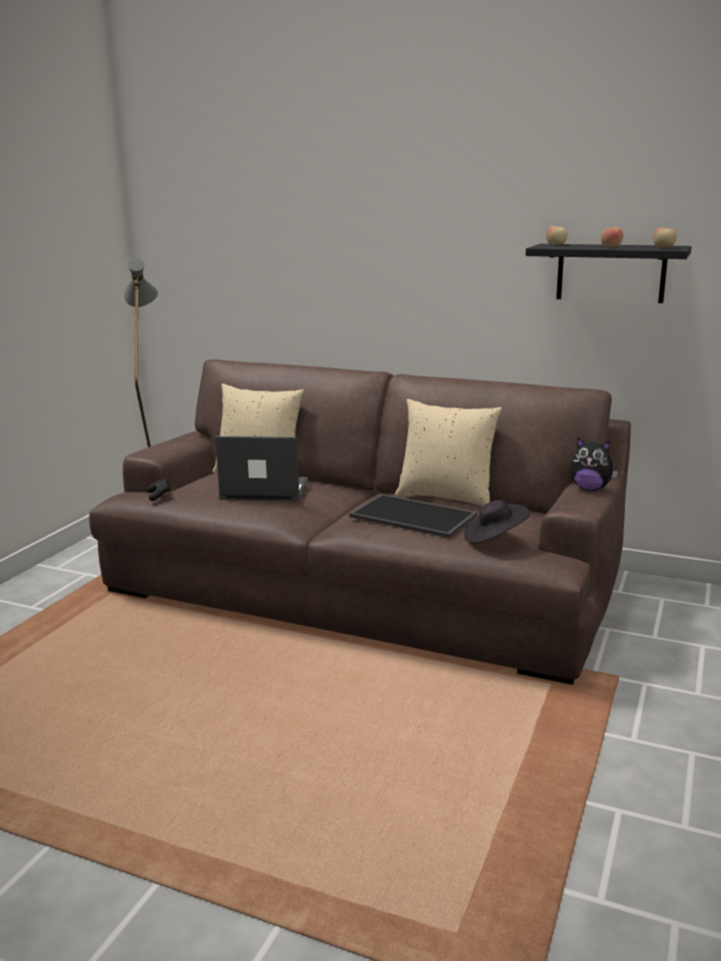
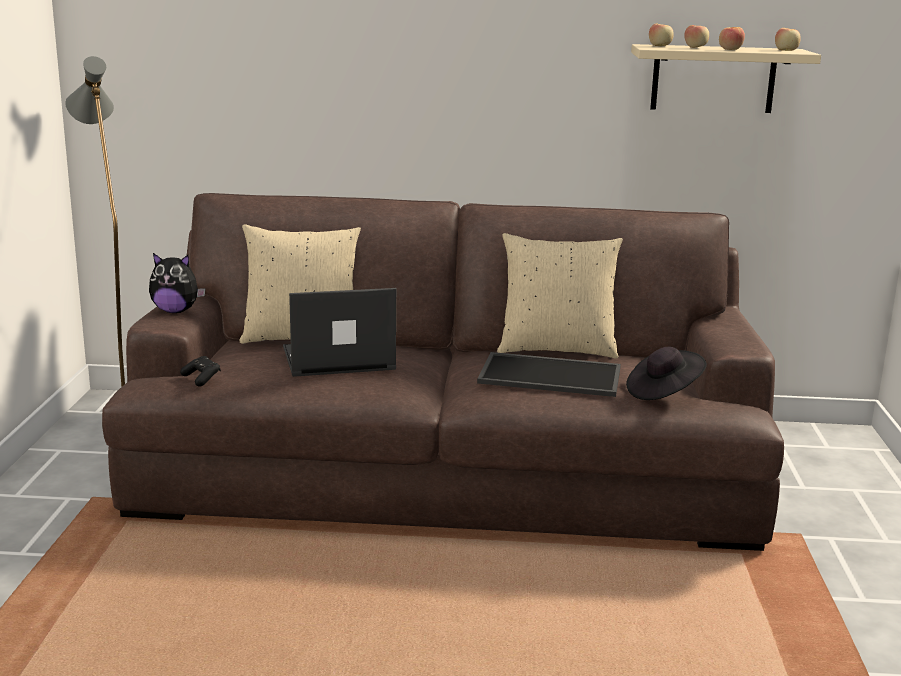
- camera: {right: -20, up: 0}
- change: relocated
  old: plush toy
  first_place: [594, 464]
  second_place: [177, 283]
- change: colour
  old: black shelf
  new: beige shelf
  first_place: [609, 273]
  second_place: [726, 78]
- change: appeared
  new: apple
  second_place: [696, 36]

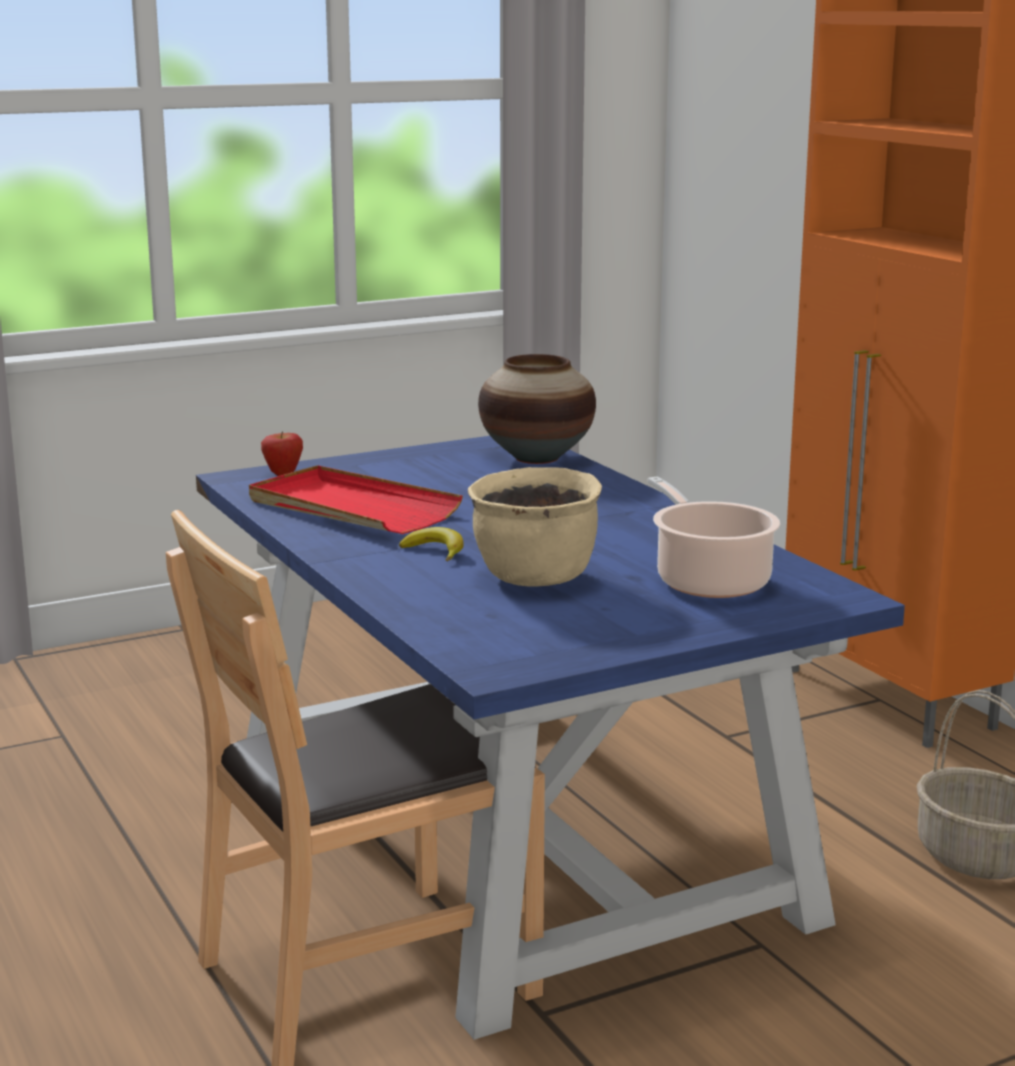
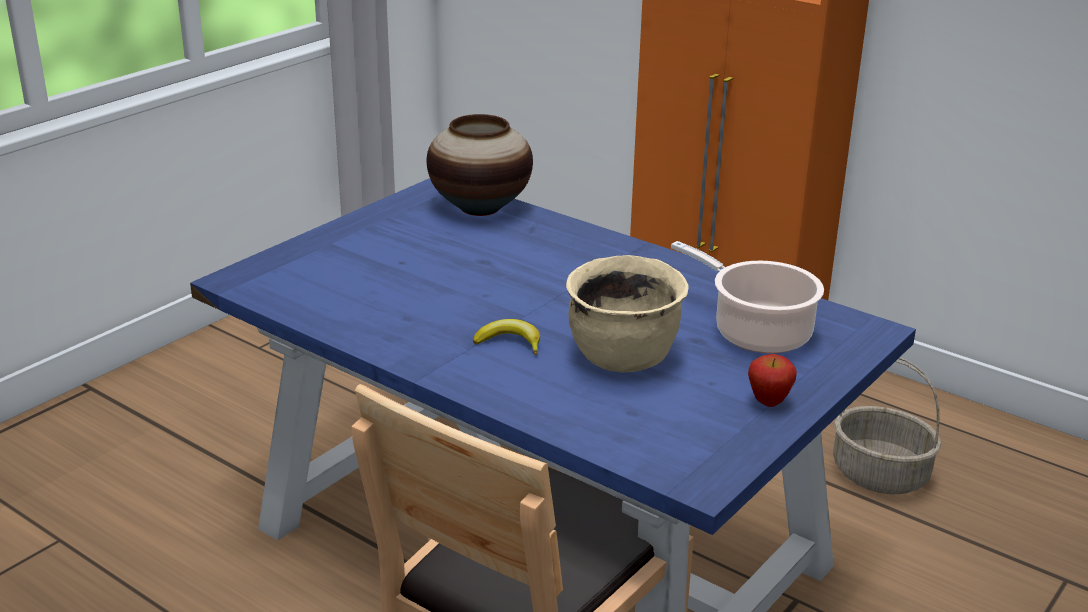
- camera: {right: -25, up: 10}
- change: relocated
  old: apple
  first_place: [282, 454]
  second_place: [772, 380]
- change: missing
  old: red tray
  first_place: [356, 499]

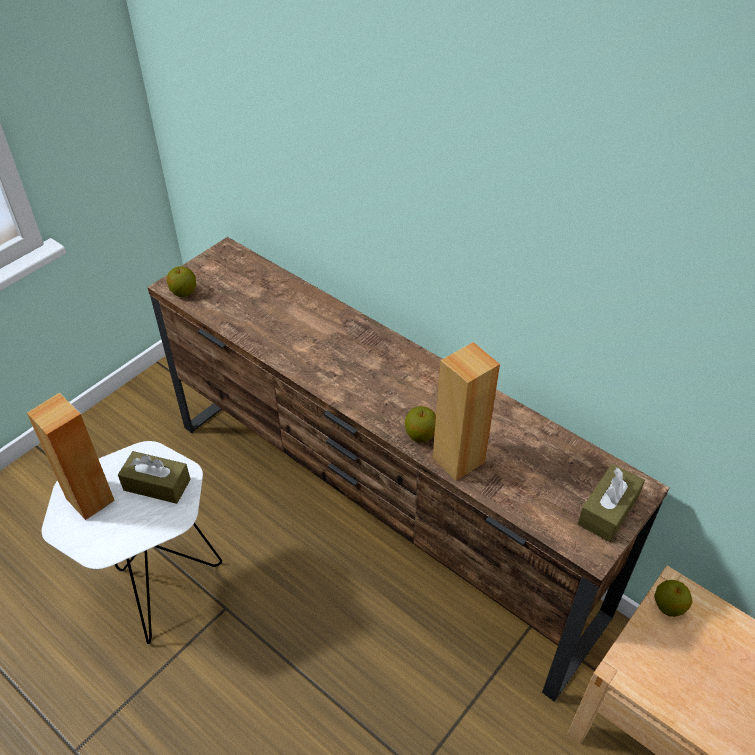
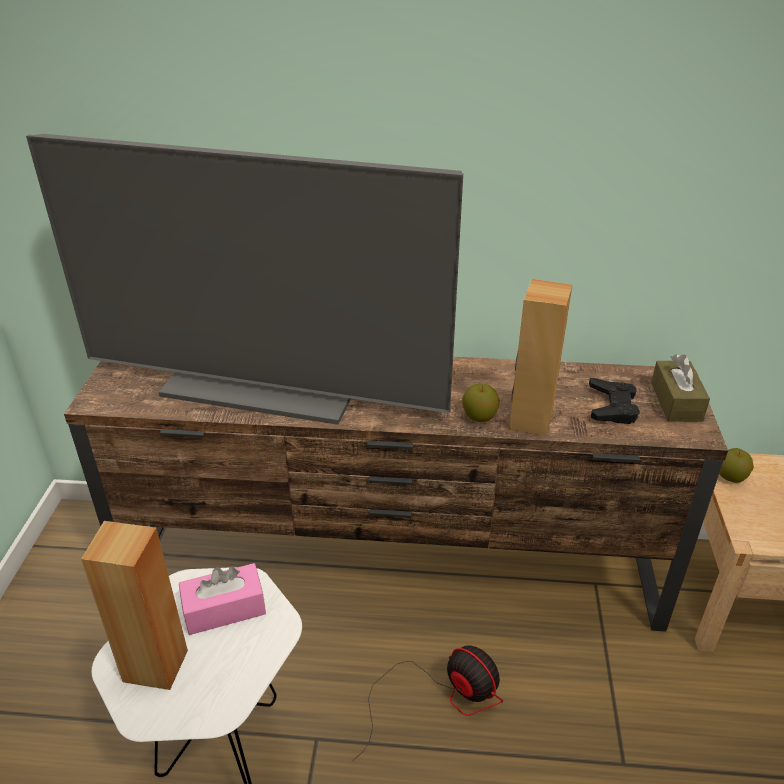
- camera: {right: -35, up: -10}
- change: appeared
  new: television
  second_place: [244, 279]
- change: colour
  old: brown tissue box
  new: pink tissue box
  first_place: [154, 477]
  second_place: [222, 599]
- change: appeared
  new: fan
  second_place: [427, 703]
- change: appeared
  new: black game controller
  second_place: [614, 401]
- change: missing
  old: apple
  first_place: [181, 281]

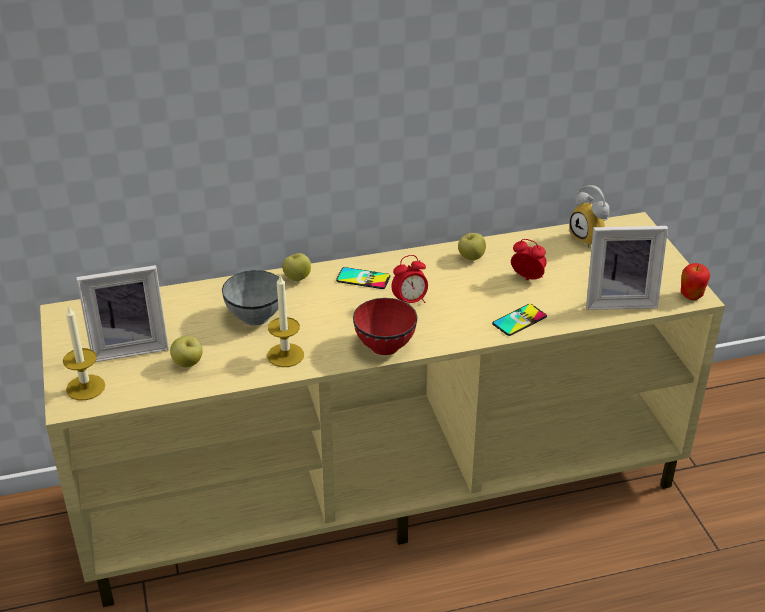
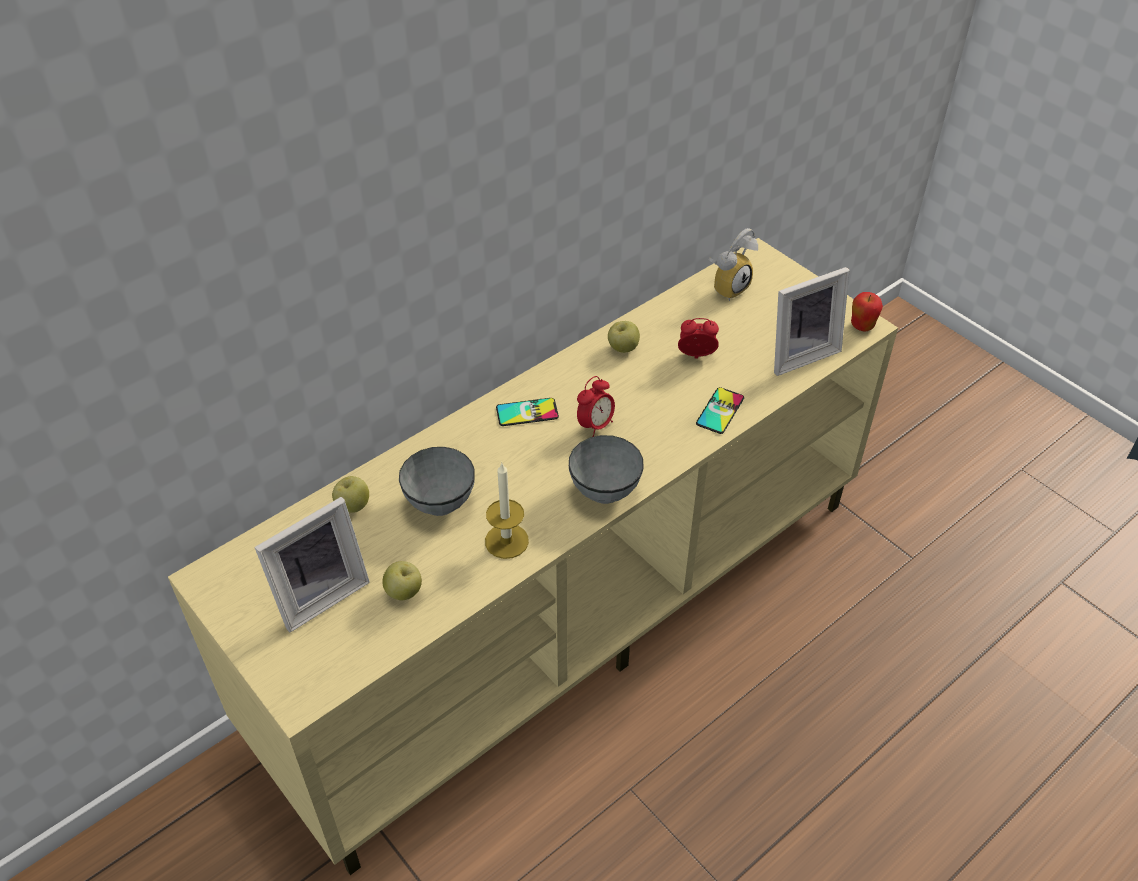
- camera: {right: -25, up: 10}
- change: relocated
  old: apple
  first_place: [296, 267]
  second_place: [350, 494]
- change: colour
  old: red bowl
  new: grey bowl
  first_place: [385, 326]
  second_place: [606, 469]
- change: spun
  old: alarm clock
  first_place: [589, 216]
  second_place: [733, 264]
  degrees: -75
- change: missing
  old: candle
  first_place: [84, 352]

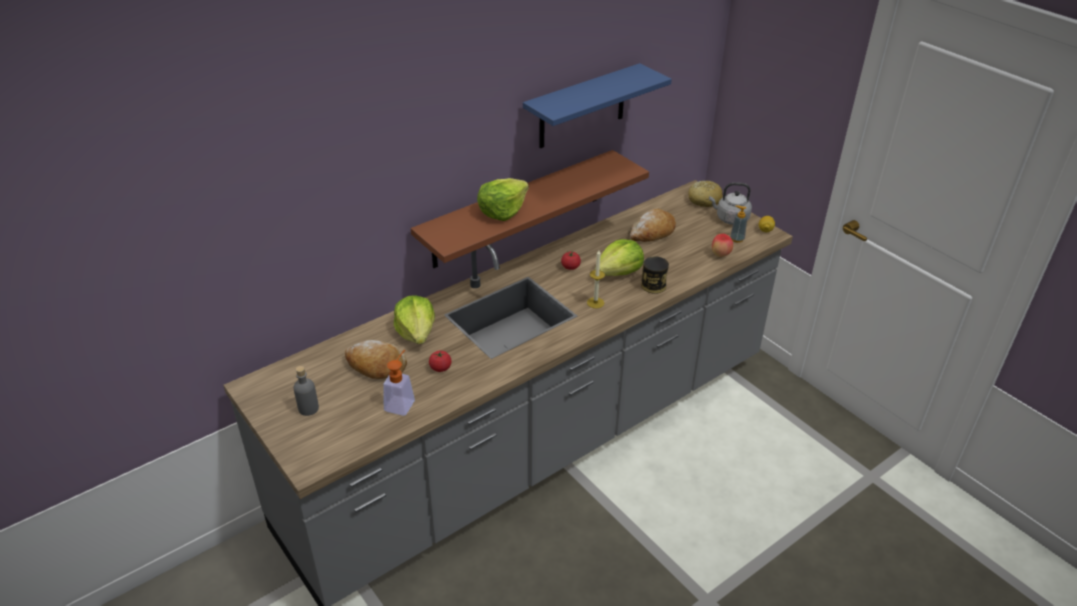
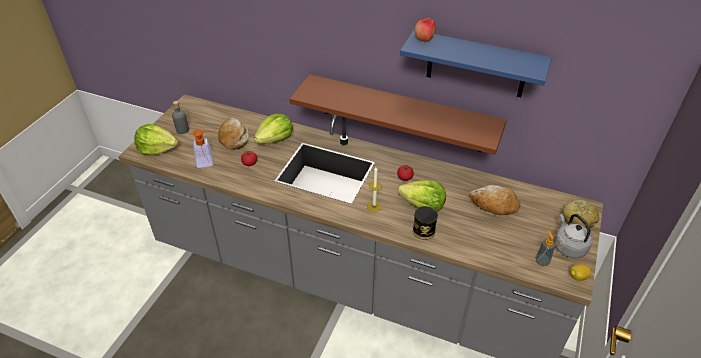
- camera: {right: 60, up: 5}
- change: relocated
  old: lettuce
  first_place: [503, 199]
  second_place: [156, 139]
- change: relocated
  old: apple
  first_place: [722, 245]
  second_place: [425, 30]

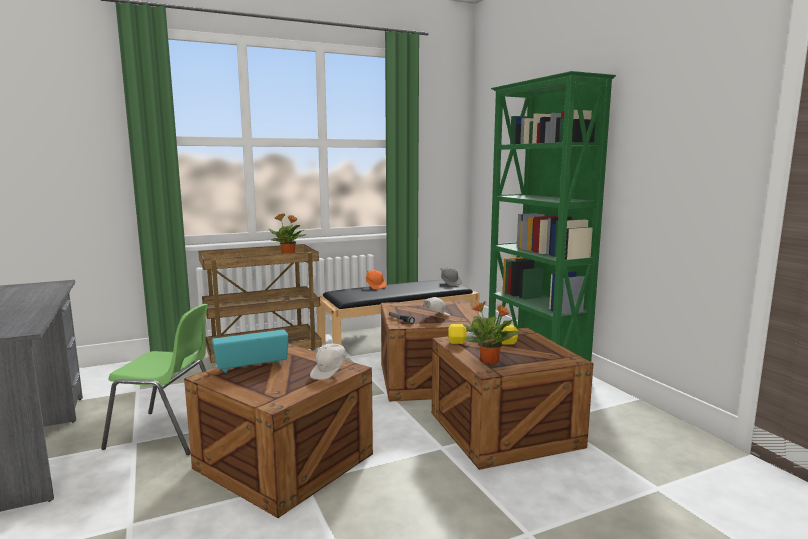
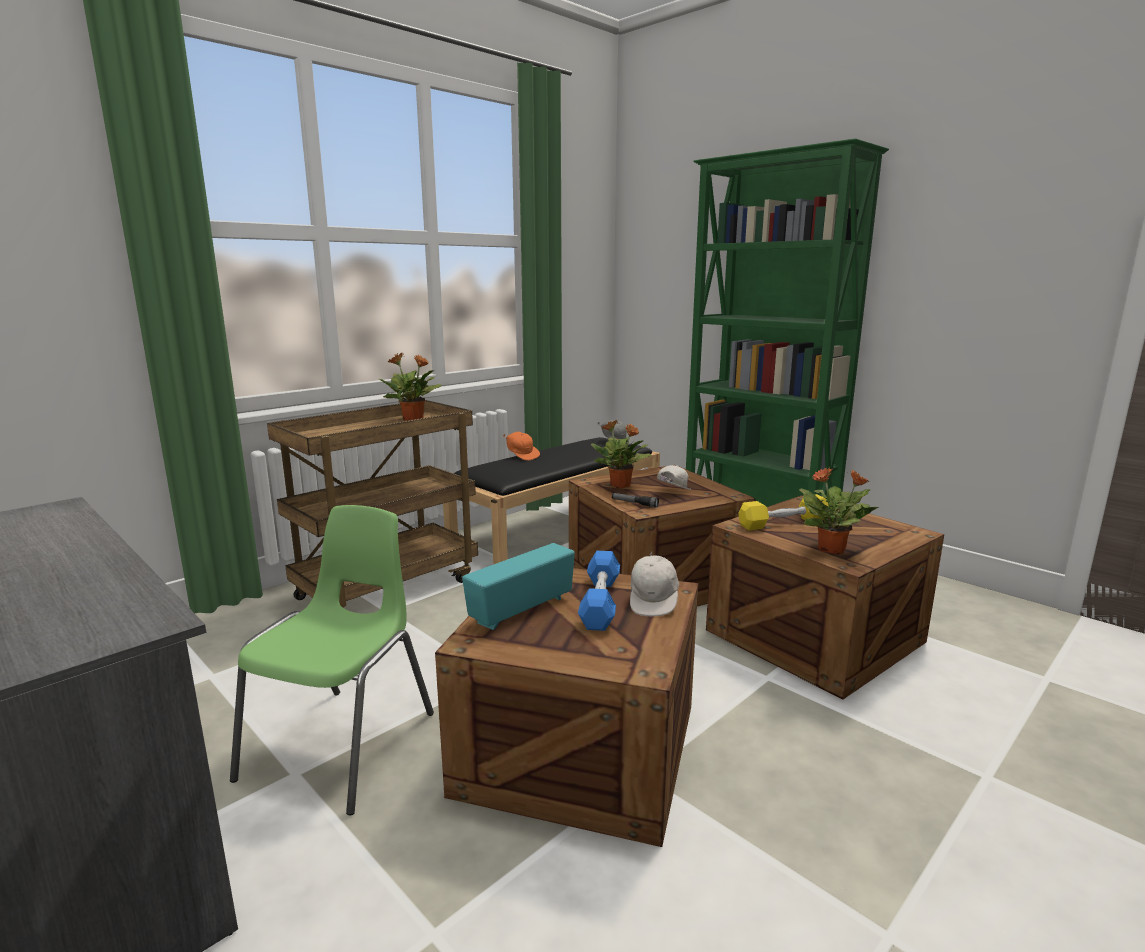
- camera: {right: -20, up: 5}
- change: spun
  old: green chair
  first_place: [154, 379]
  second_place: [332, 660]
  degrees: -60
- change: appeared
  new: blue dumbbell
  second_place: [599, 591]
- change: appeared
  new: potted plant
  second_place: [621, 454]

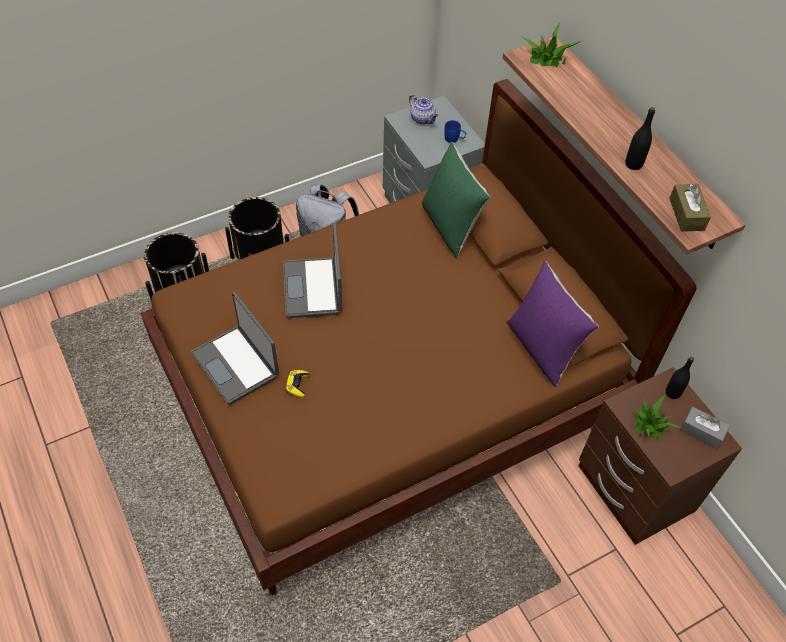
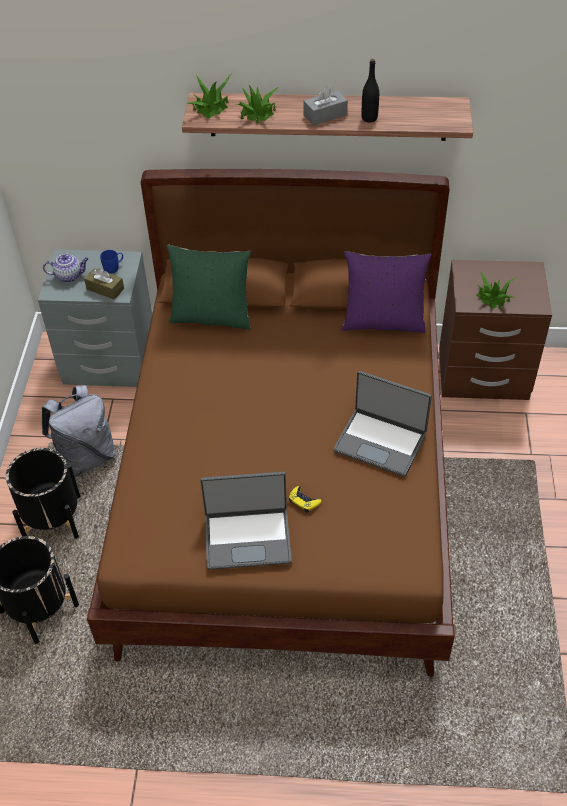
- camera: {right: -55, up: -5}
- change: relocated
  old: brown tissue box
  first_place: [690, 208]
  second_place: [104, 284]
- change: appeared
  new: potted plant
  second_place: [257, 104]
- change: relocated
  old: grey tissue box
  first_place: [705, 428]
  second_place: [326, 105]
- change: relocated
  old: laptop
  first_place: [312, 270]
  second_place: [382, 424]
- change: missing
  old: black bottle
  first_place: [680, 378]

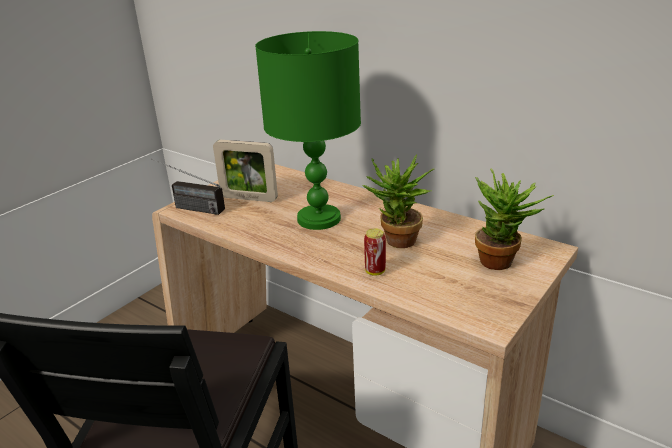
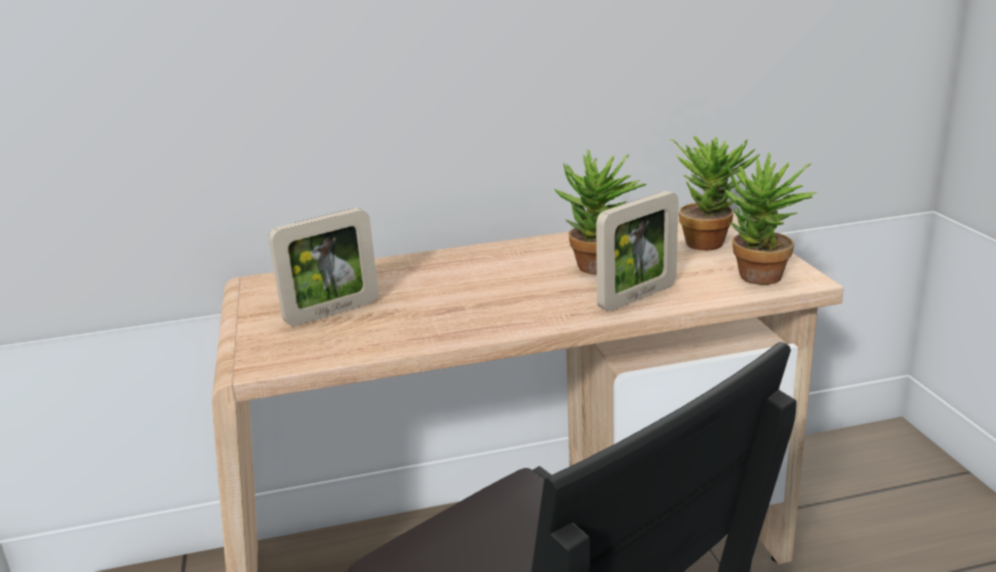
- camera: {right: -50, up: -5}
- change: exchanged
  old: can
  new: picture frame
  first_place: [375, 252]
  second_place: [637, 251]
- change: appeared
  new: potted plant
  second_place: [770, 218]
- change: missing
  old: radio
  first_place: [188, 187]
- change: missing
  old: green table lamp
  first_place: [308, 130]

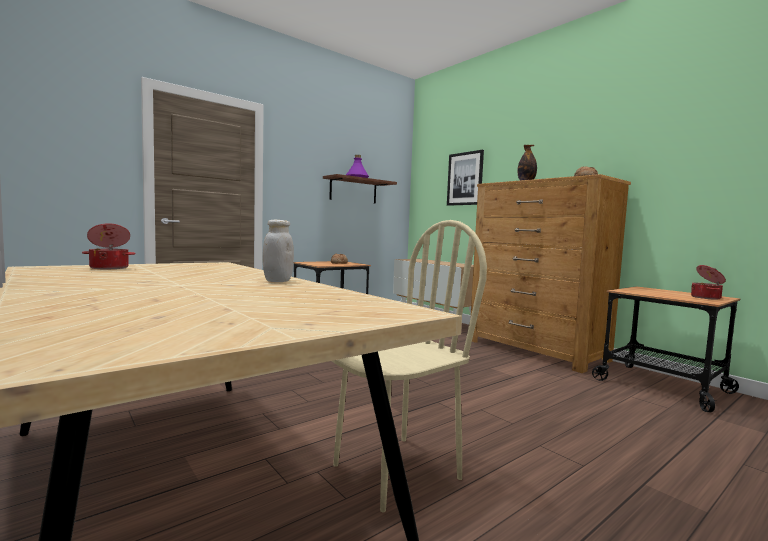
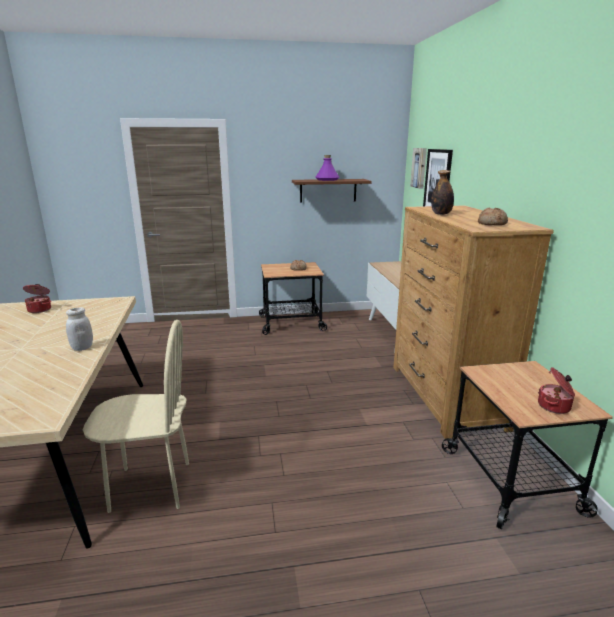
- camera: {right: 30, up: 15}
- change: appeared
  new: picture
  second_place: [418, 168]

